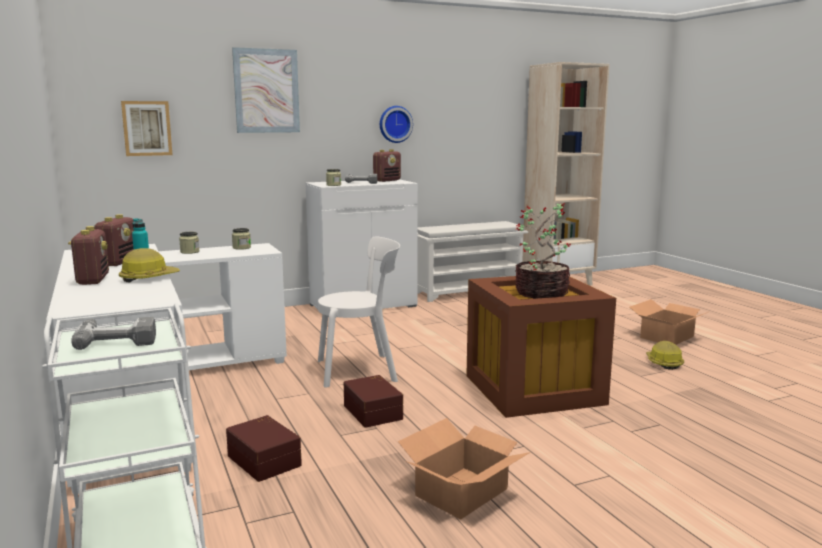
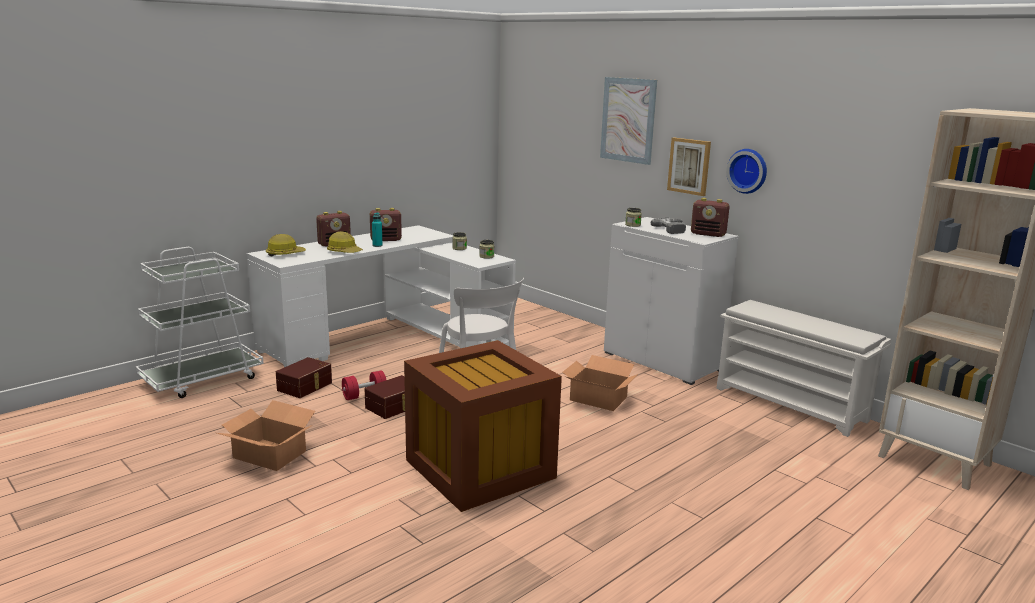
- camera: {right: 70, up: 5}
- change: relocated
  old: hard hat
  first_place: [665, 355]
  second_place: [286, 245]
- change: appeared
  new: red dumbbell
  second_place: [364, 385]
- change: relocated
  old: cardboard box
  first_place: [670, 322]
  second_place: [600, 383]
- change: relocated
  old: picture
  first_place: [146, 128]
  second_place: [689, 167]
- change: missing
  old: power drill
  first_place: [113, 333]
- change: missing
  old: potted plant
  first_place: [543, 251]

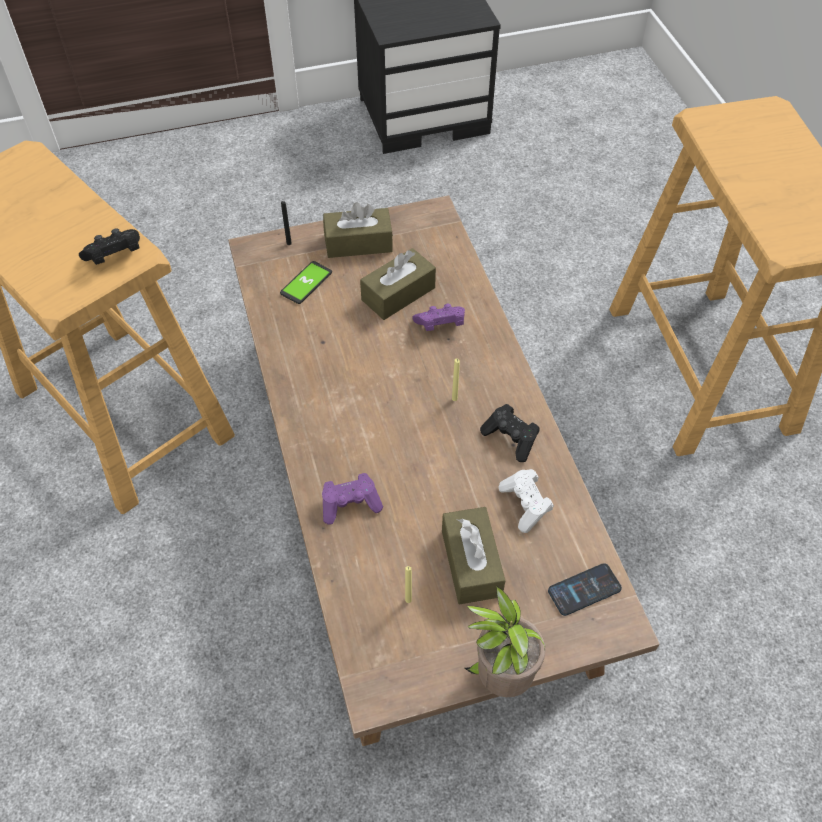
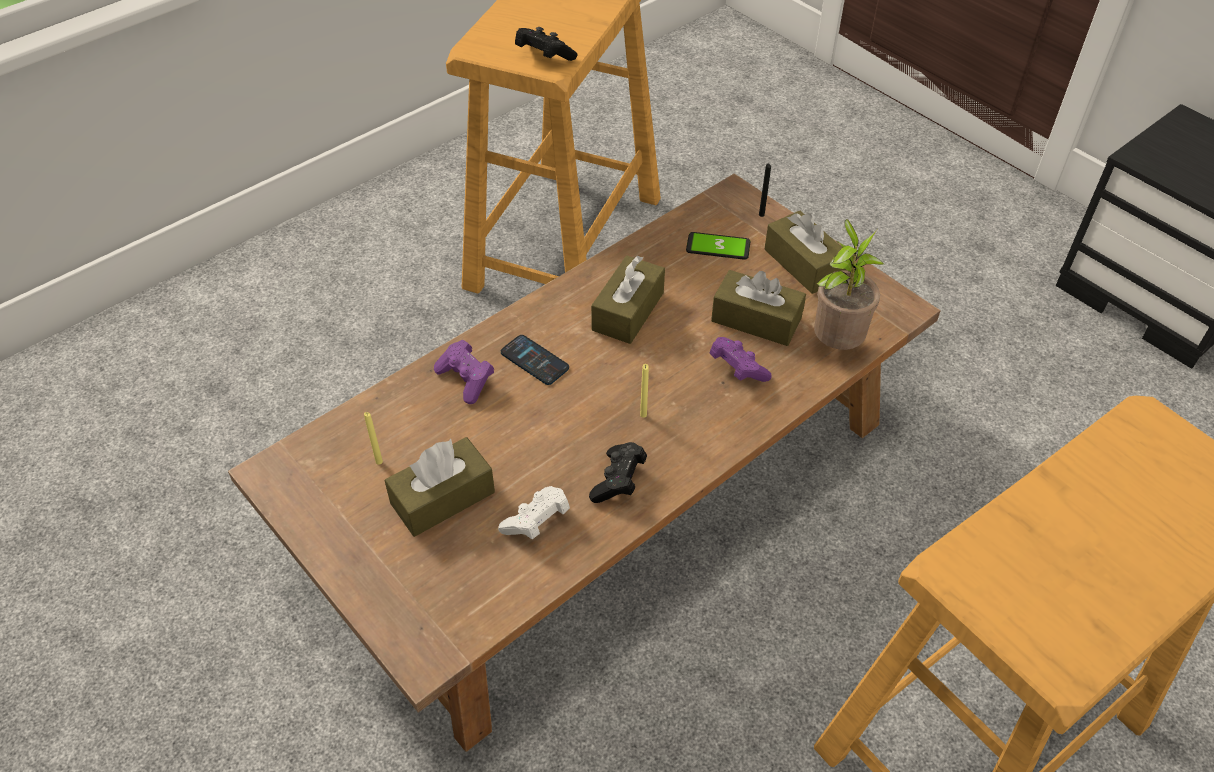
- camera: {right: 65, up: -5}
- change: relocated
  old: phone
  first_place: [585, 589]
  second_place: [535, 360]
- change: appeared
  new: brown tissue box
  second_place: [628, 300]
- change: relocated
  old: potted plant
  first_place: [505, 641]
  second_place: [849, 284]

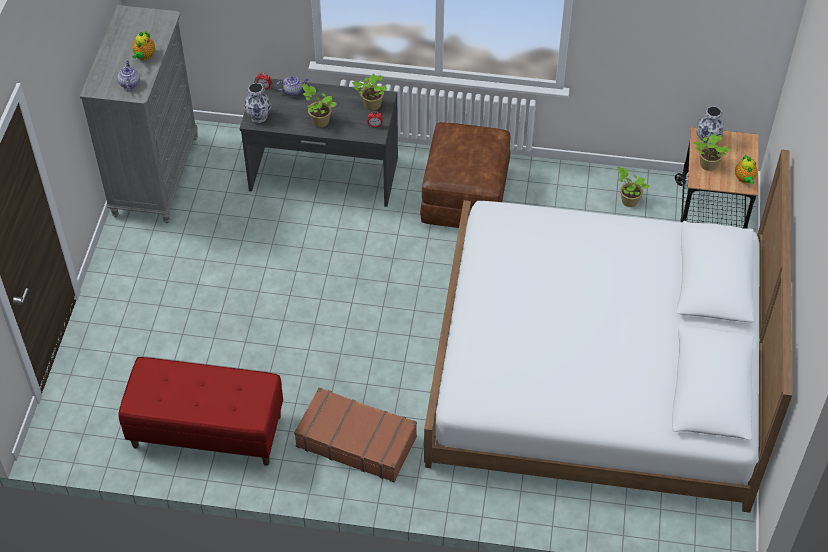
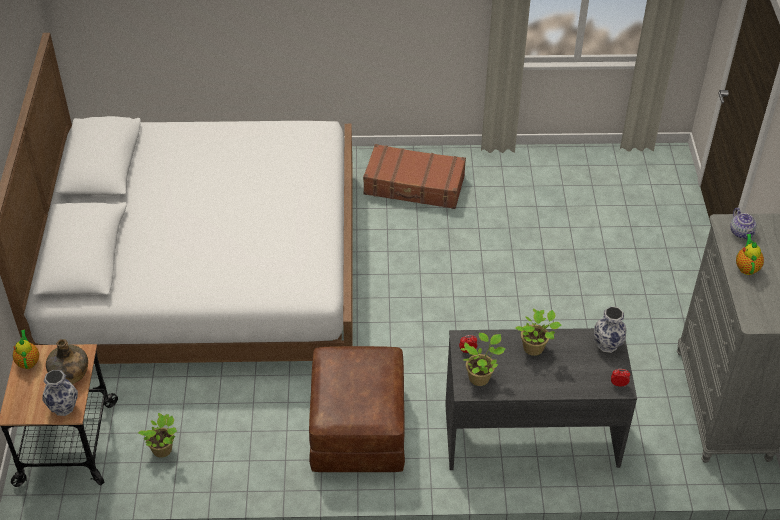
- camera: {right: 170, up: -5}
- change: exchanged
  old: potted plant
  new: green bottle
  first_place: [712, 152]
  second_place: [67, 361]
- change: missing
  old: red bench
  first_place: [200, 411]
- change: missing
  old: teapot
  first_place: [292, 86]

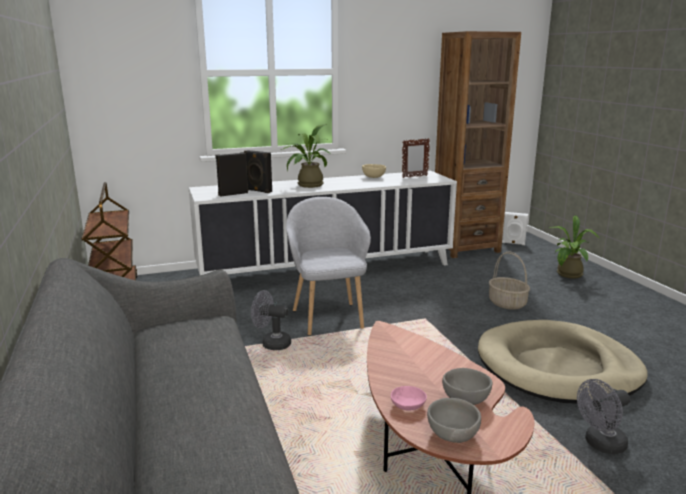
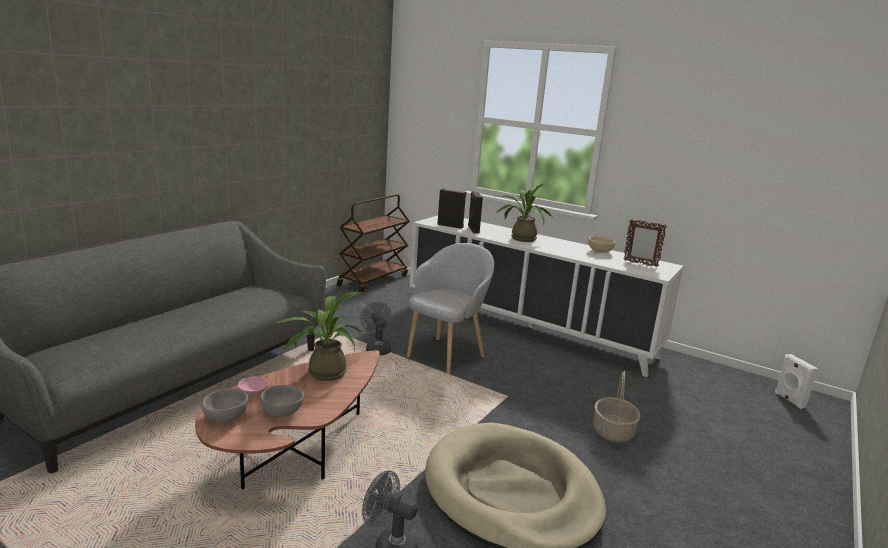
- camera: {right: 50, up: 0}
- change: relocated
  old: potted plant
  first_place: [574, 246]
  second_place: [318, 336]
- change: missing
  old: brown bookcase
  first_place: [478, 144]

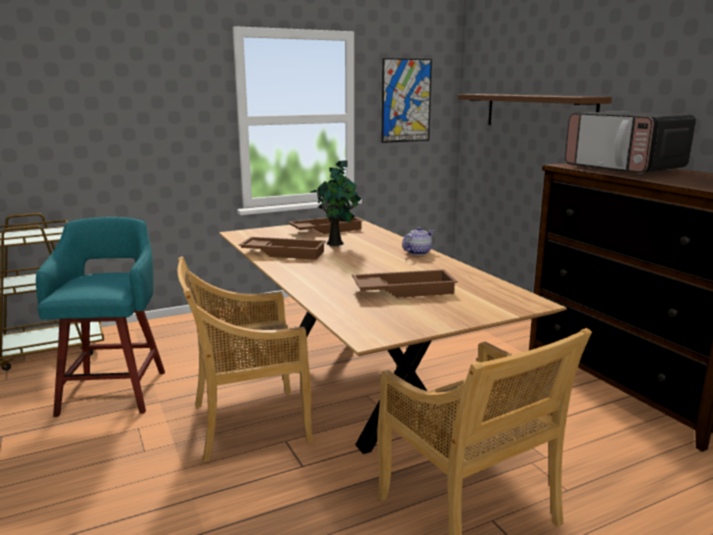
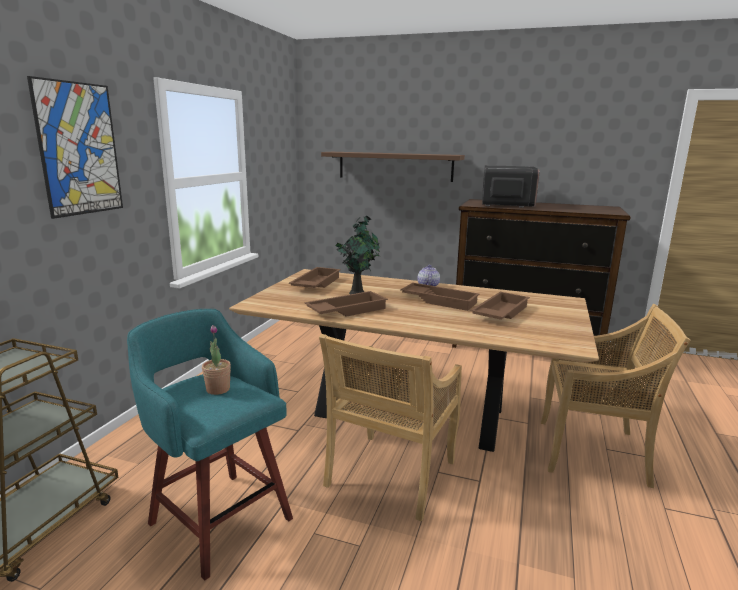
- camera: {right: -45, up: 0}
- change: relocated
  old: picture
  first_place: [406, 100]
  second_place: [75, 147]
- change: appeared
  new: potted plant
  second_place: [216, 360]
- change: appeared
  new: brown tray
  second_place: [439, 297]
- change: spun
  old: microwave
  first_place: [630, 142]
  second_place: [511, 186]
  degrees: -90

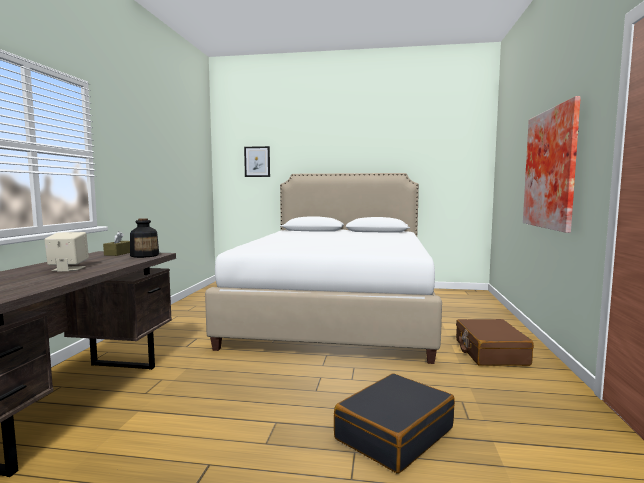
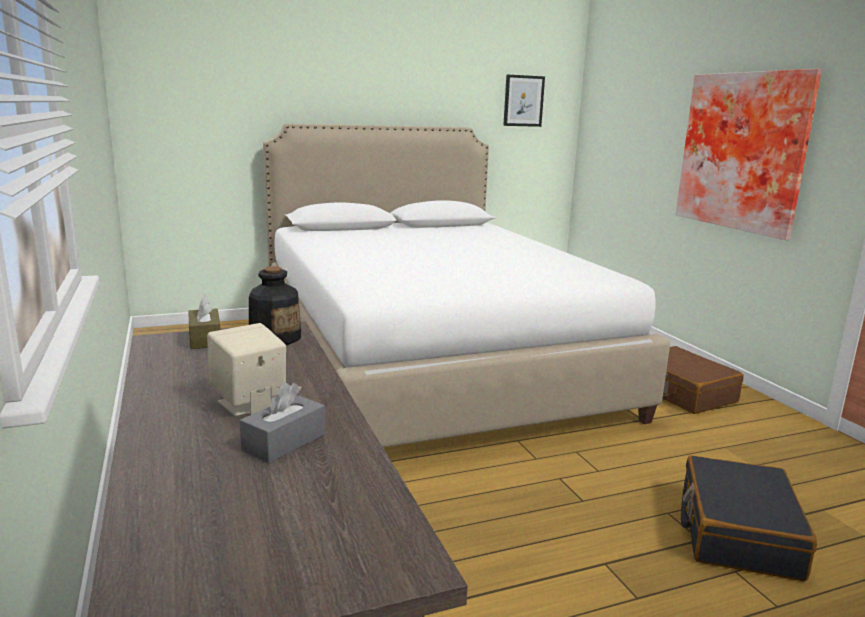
- camera: {right: -30, up: 10}
- change: appeared
  new: grey tissue box
  second_place: [282, 423]
- change: relocated
  old: picture
  first_place: [257, 161]
  second_place: [524, 100]

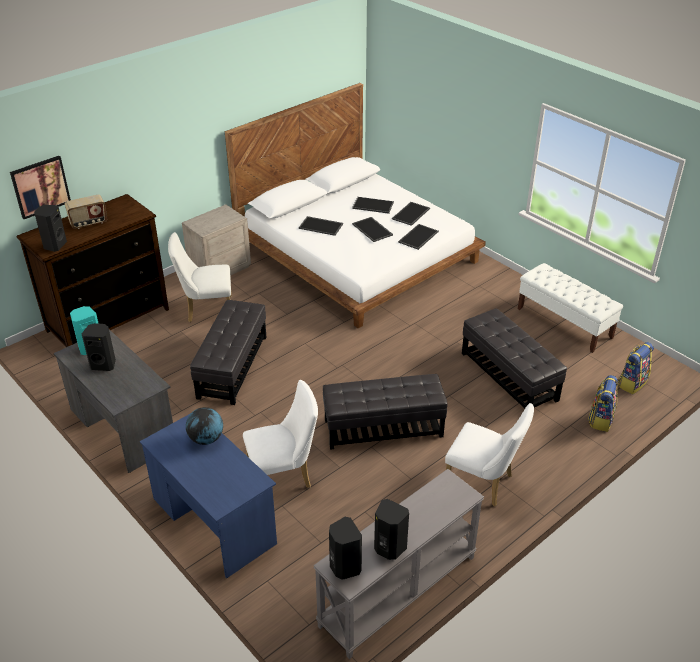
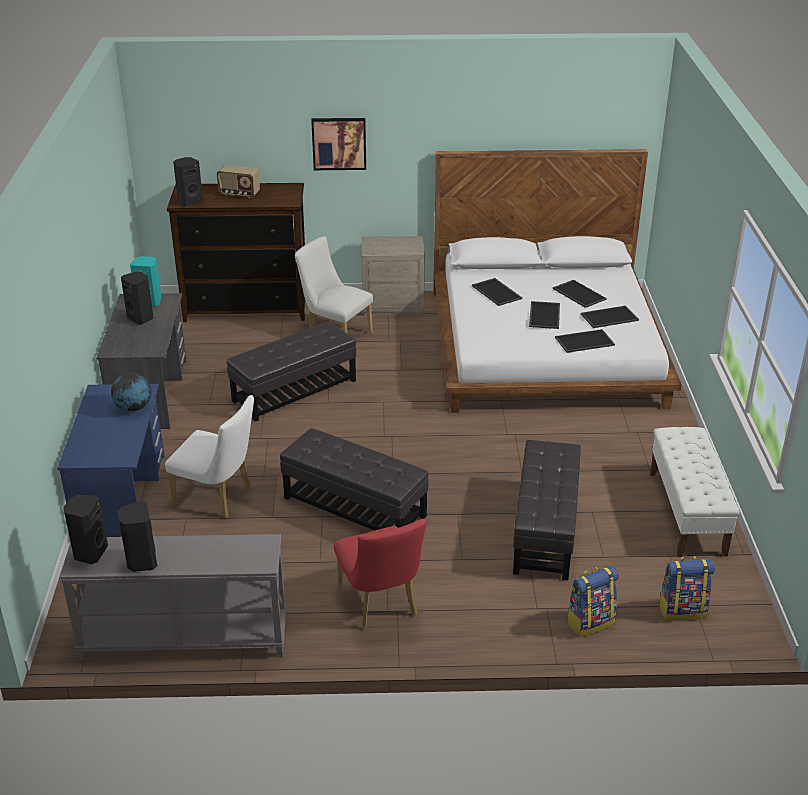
- camera: {right: 40, up: -5}
- change: relocated
  old: picture
  first_place: [40, 187]
  second_place: [338, 144]
- change: colour
  old: white chair
  new: red chair
  first_place: [489, 455]
  second_place: [380, 574]

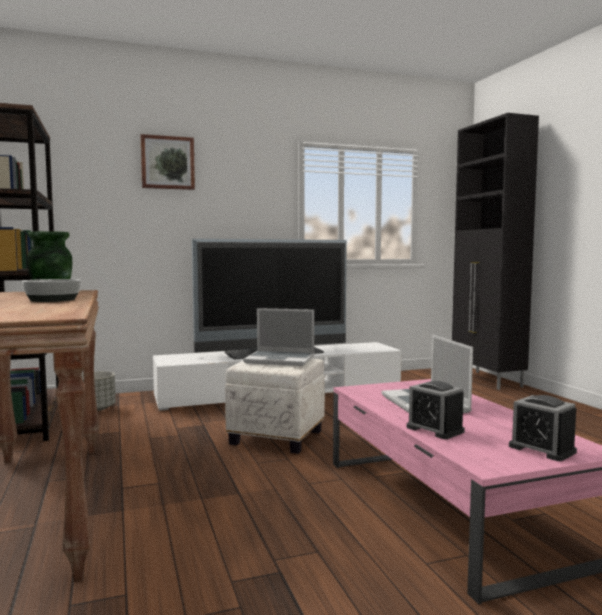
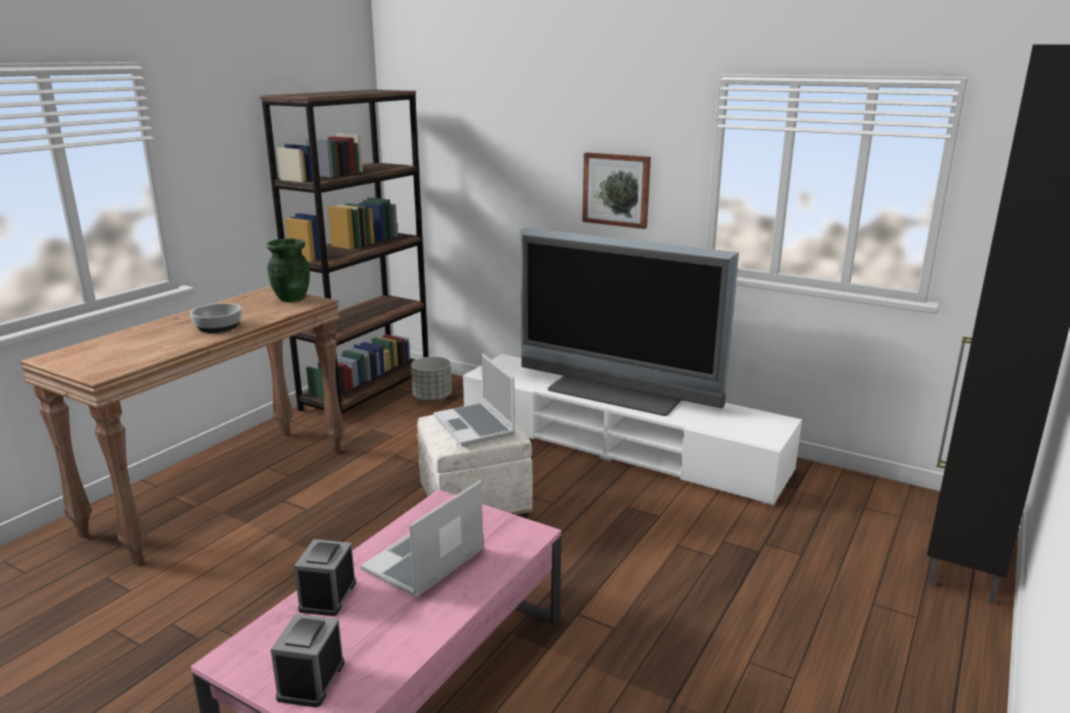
- camera: {right: 50, up: 15}
- change: relocated
  old: picture
  first_place: [168, 162]
  second_place: [616, 190]

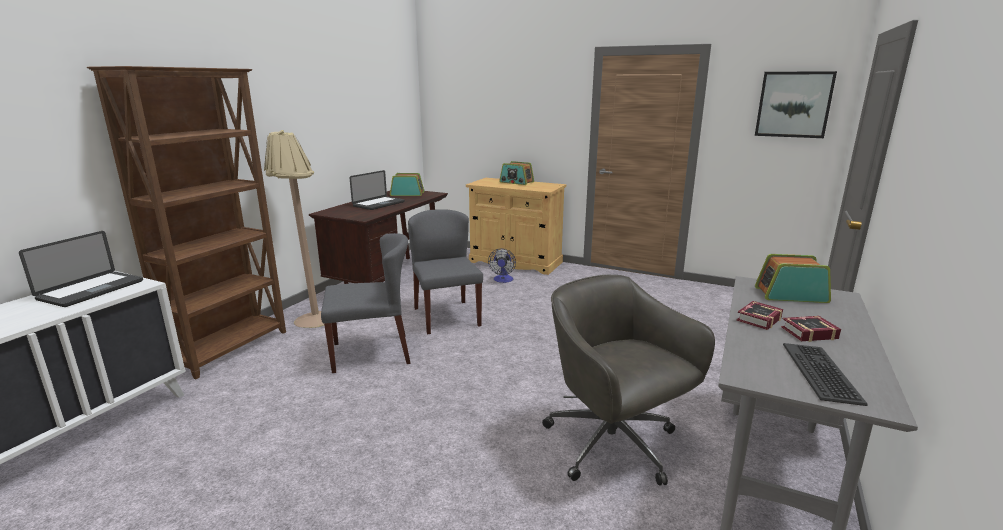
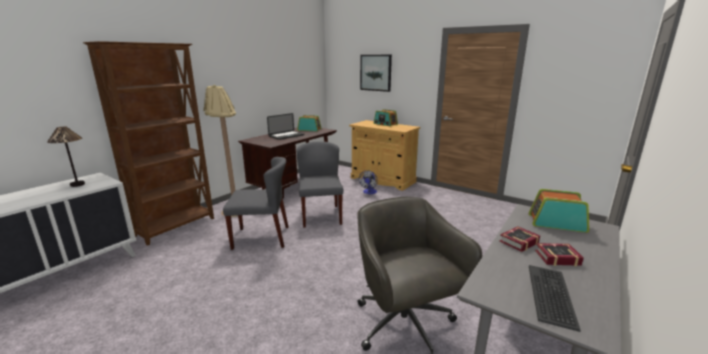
- camera: {right: 10, up: 0}
- change: exchanged
  old: laptop
  new: table lamp
  first_place: [81, 269]
  second_place: [66, 157]
- change: relocated
  old: picture
  first_place: [796, 104]
  second_place: [376, 73]

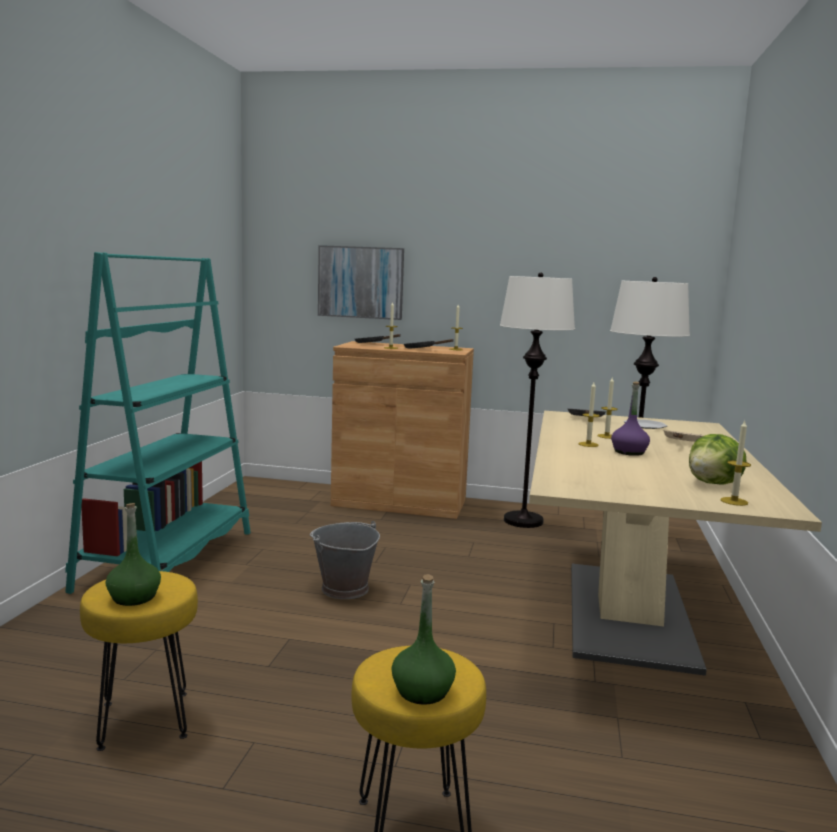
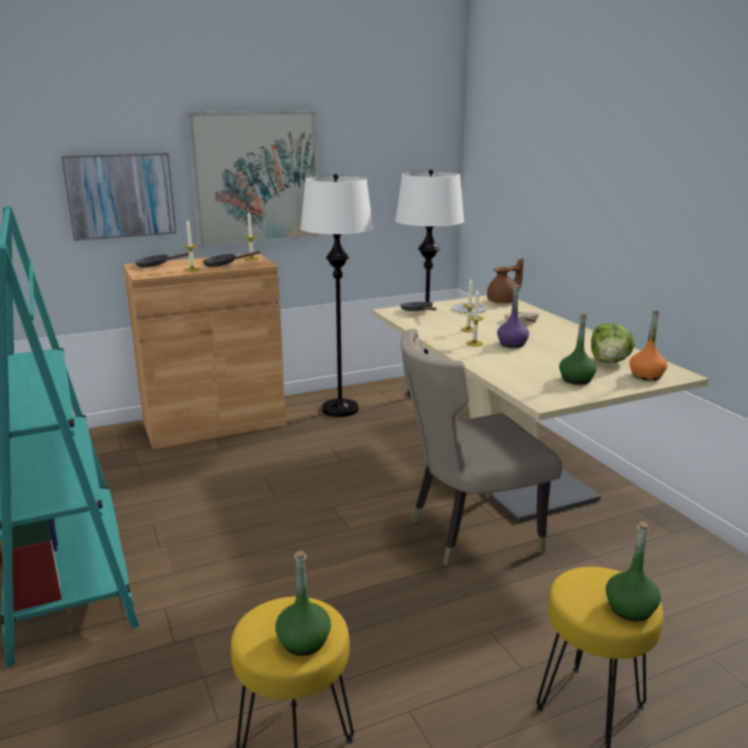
- camera: {right: -35, up: 10}
- change: appeared
  new: picture
  second_place: [253, 179]
- change: appeared
  new: beige chair
  second_place: [481, 447]
- change: appeared
  new: brown teapot
  second_place: [505, 280]
- change: appeared
  new: green bottle
  second_place: [578, 349]
- change: exchanged
  old: candle
  new: orange bottle
  first_place: [736, 463]
  second_place: [649, 345]
- change: missing
  old: grey bucket
  first_place: [345, 560]

